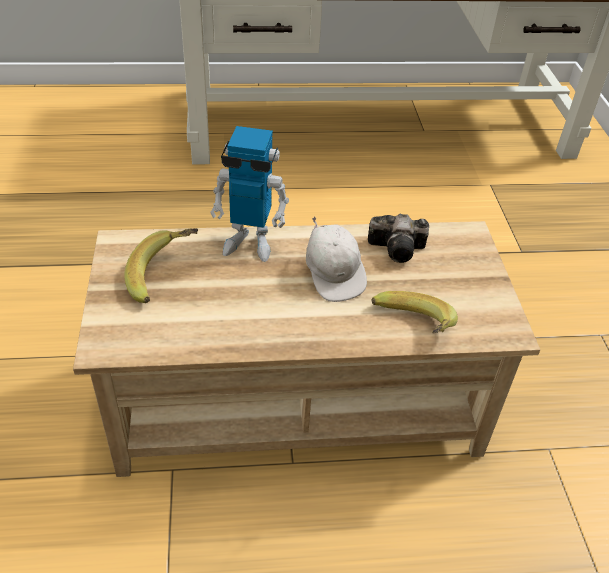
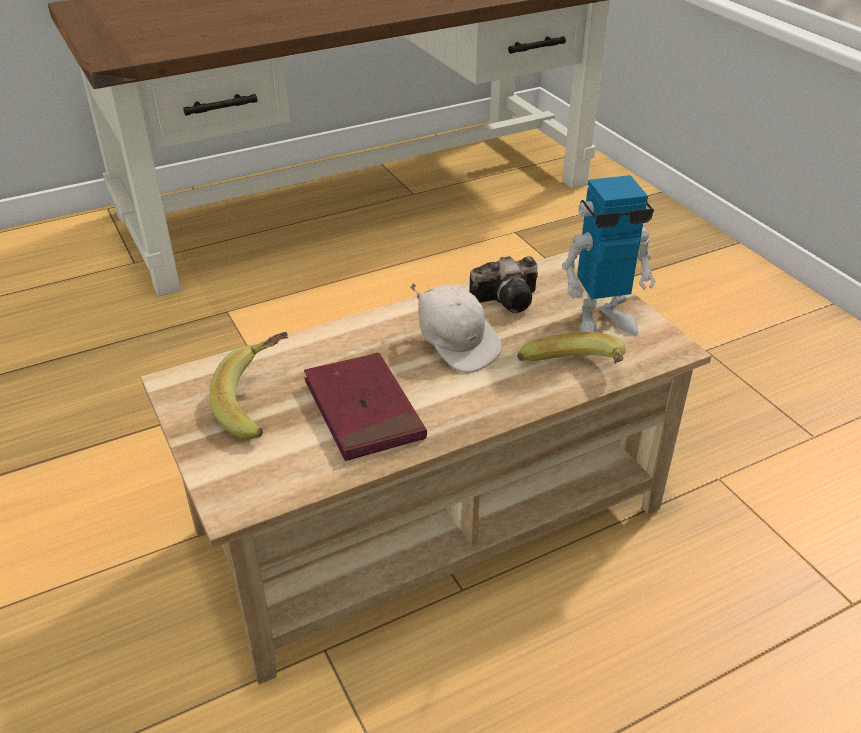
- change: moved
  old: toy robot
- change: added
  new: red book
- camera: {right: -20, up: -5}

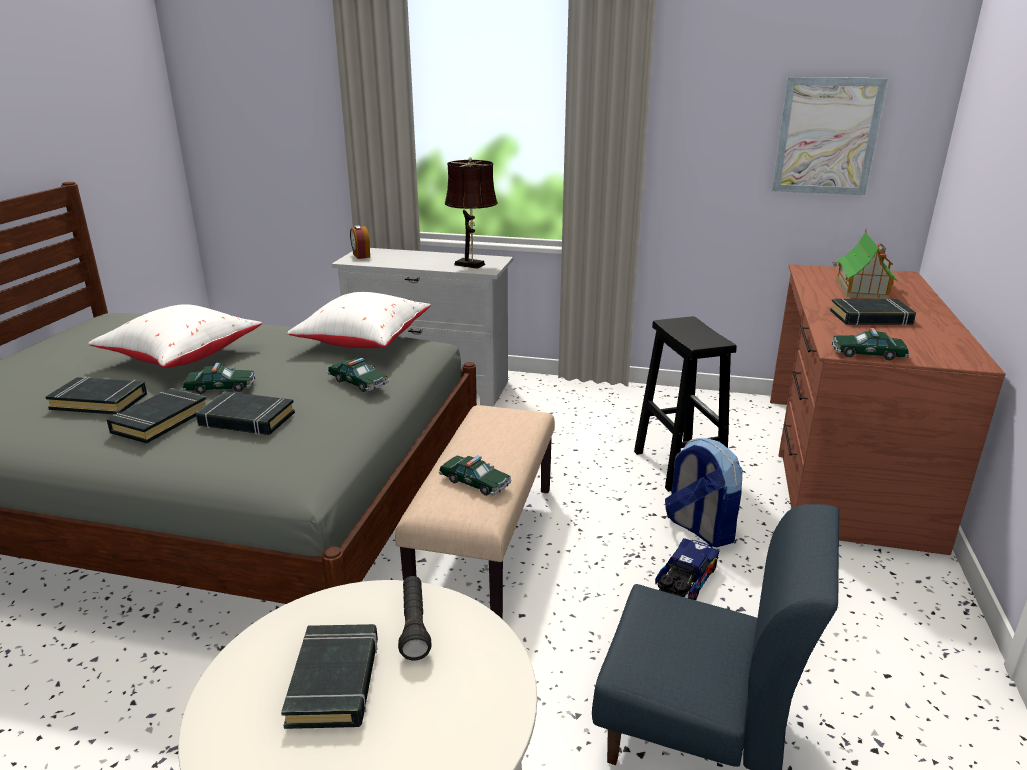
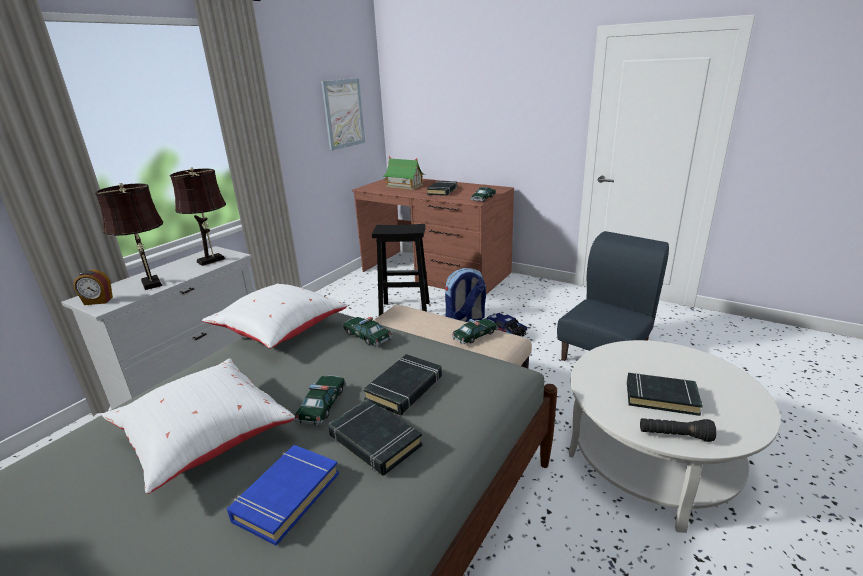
- change: recoloured
  old: black book (1st from left)
  new: blue book
- change: turned
  old: toy car (2nd from left)
  degrees: -105
- change: moved
  old: black flashlight
- change: added
  new: brown table lamp (1st from left)
- camera: {right: -70, up: 0}

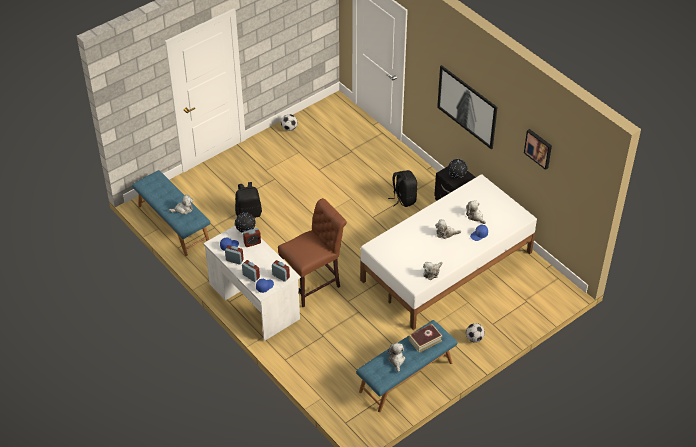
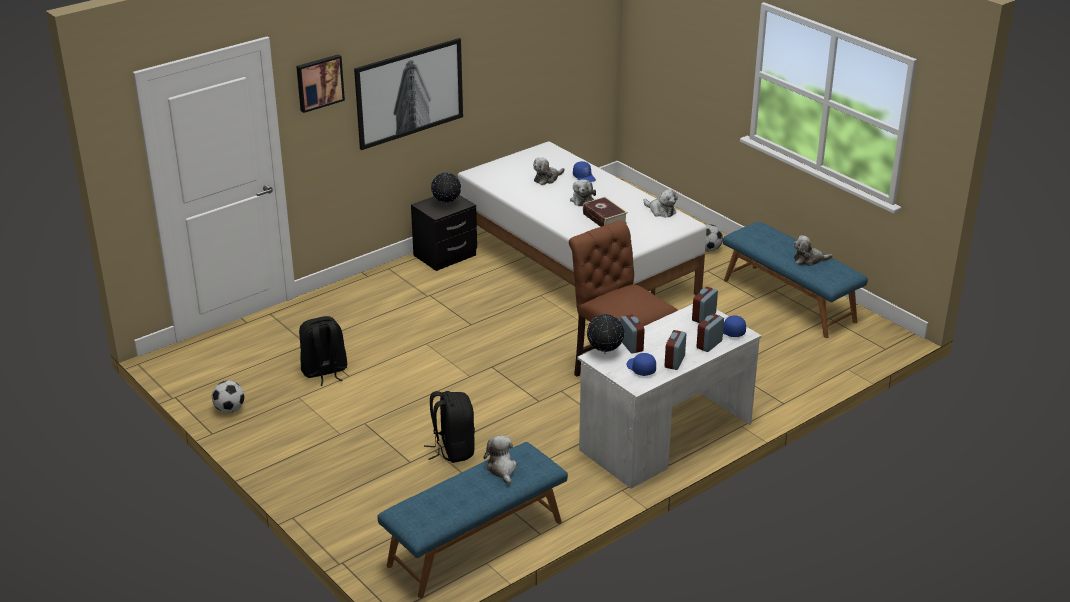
- change: moved
  old: black backpack (2nd from left in the first image)
  new: black backpack (1st from left)
- change: moved
  old: book
- change: moved
  old: picture (2nd from left in the first image)
  new: picture (1st from left)
- camera: {right: -90, up: -15}

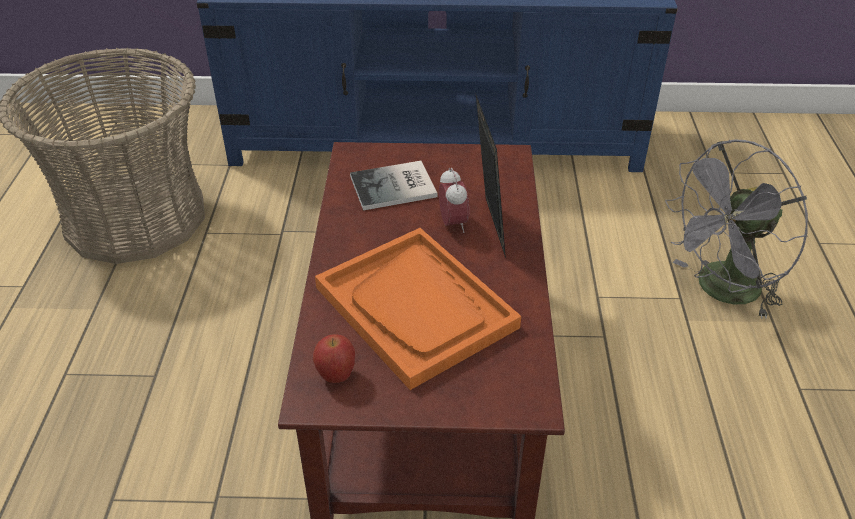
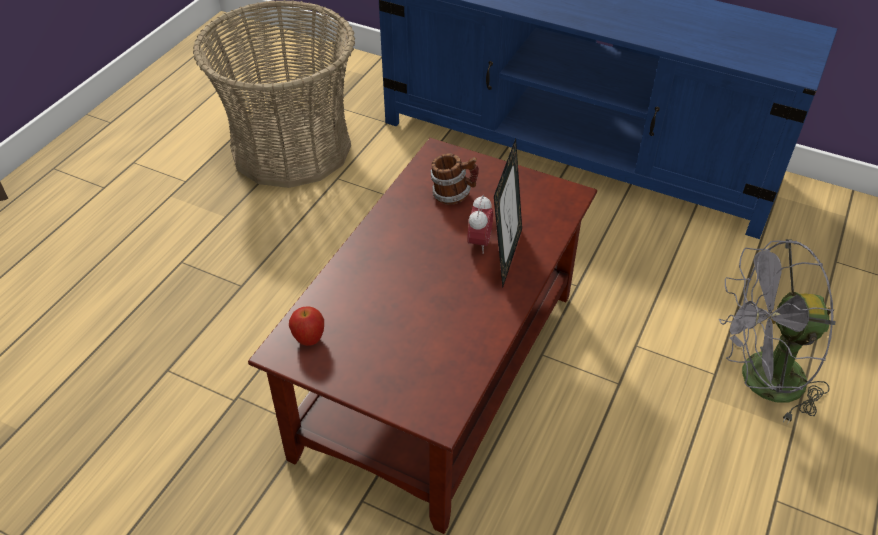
- change: removed
  old: orange tray
- change: replaced
  old: book
  new: mug
- camera: {right: 25, up: 5}

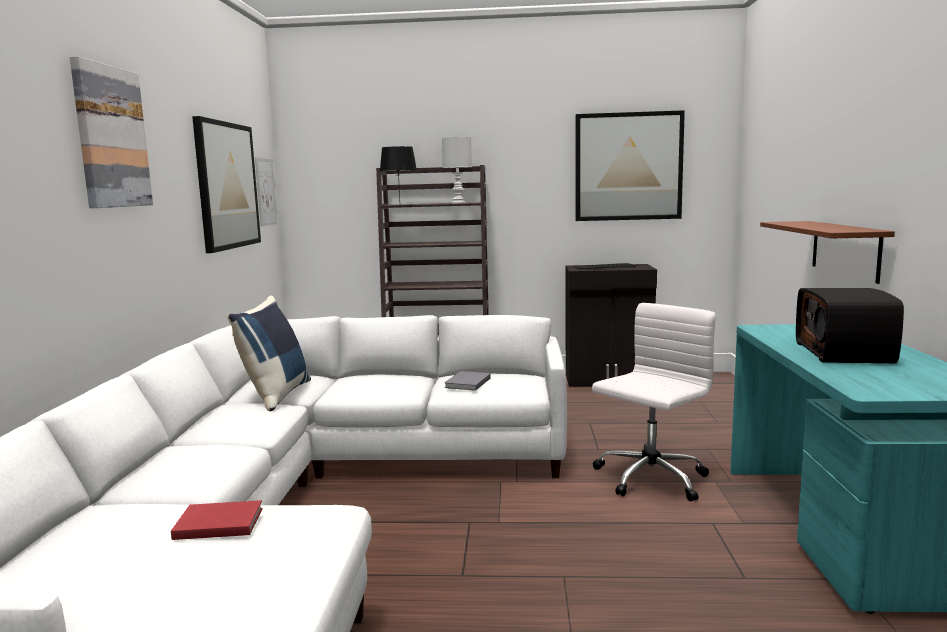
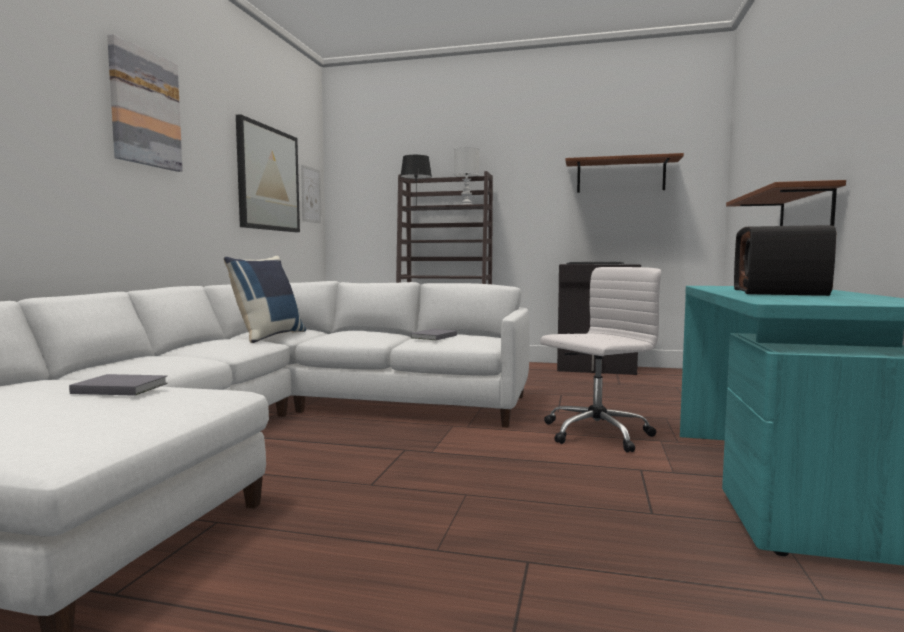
- change: recoloured
  old: red book
  new: grey book (1st from left)
- change: replaced
  old: picture (4th from left)
  new: brown shelf (1st from left)
- camera: {right: 10, up: -5}

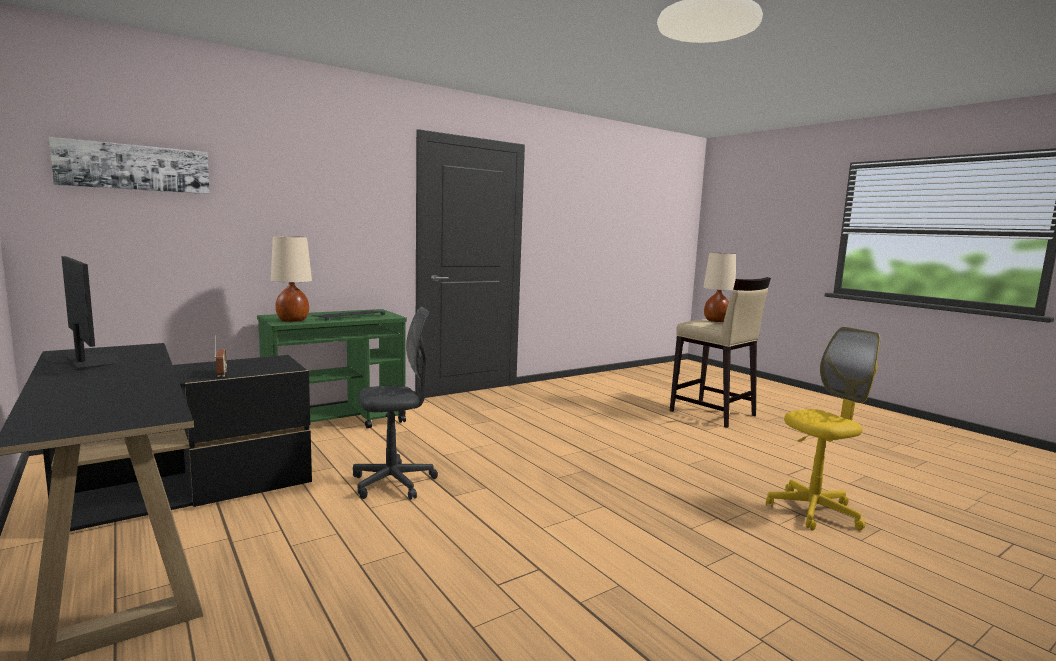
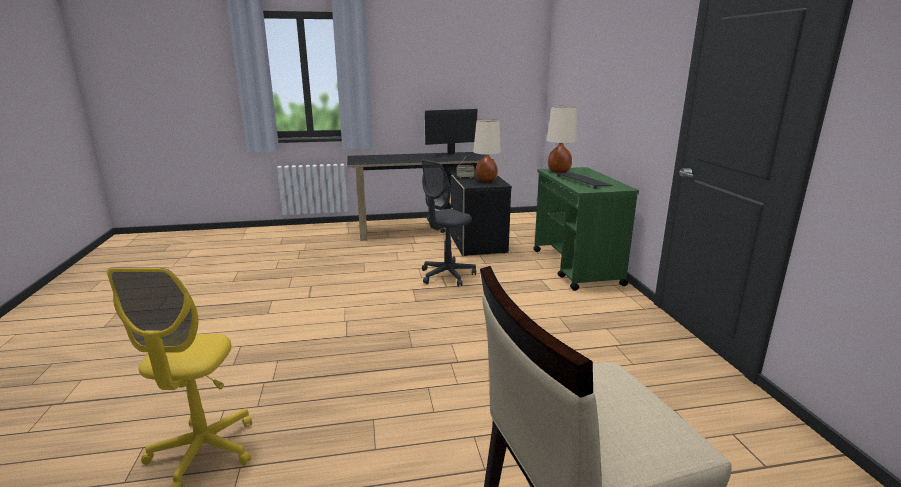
- change: removed
  old: picture
- change: turned
  old: grey office chair
  degrees: 45
- change: moved
  old: beige table lamp (2nd from left in the first image)
  new: beige table lamp (1st from left)
- camera: {right: 115, up: 10}

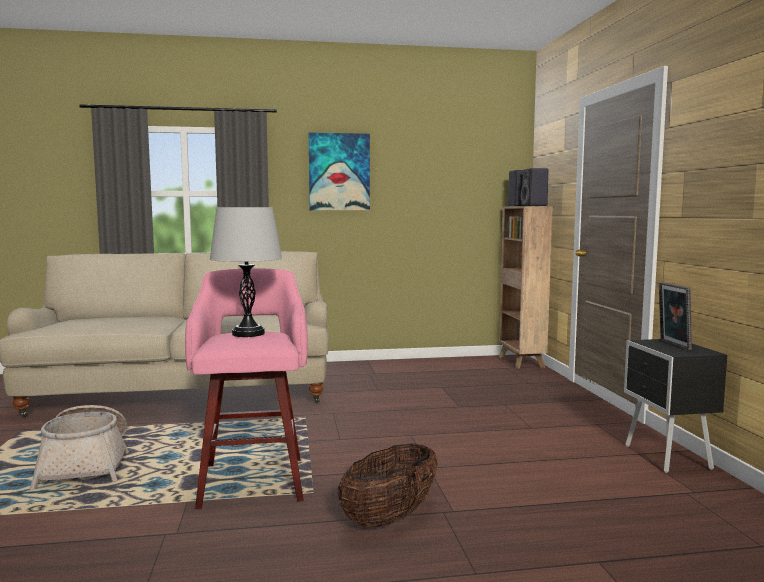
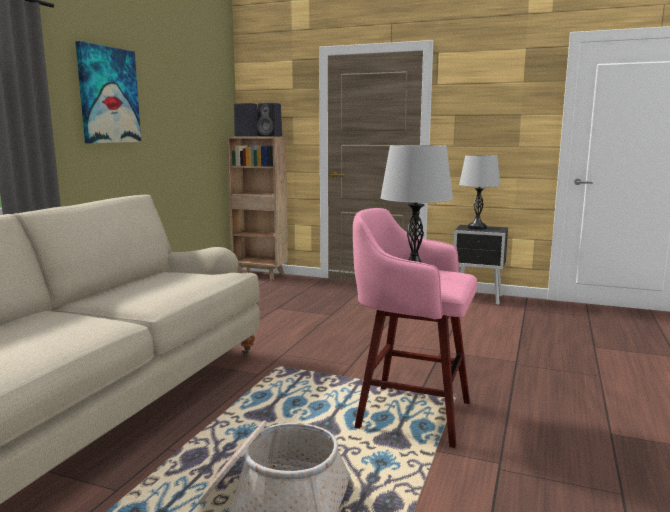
- change: removed
  old: basket (2nd from left)
- change: replaced
  old: picture frame
  new: grey table lamp (2nd from left)
- camera: {right: -60, up: 5}

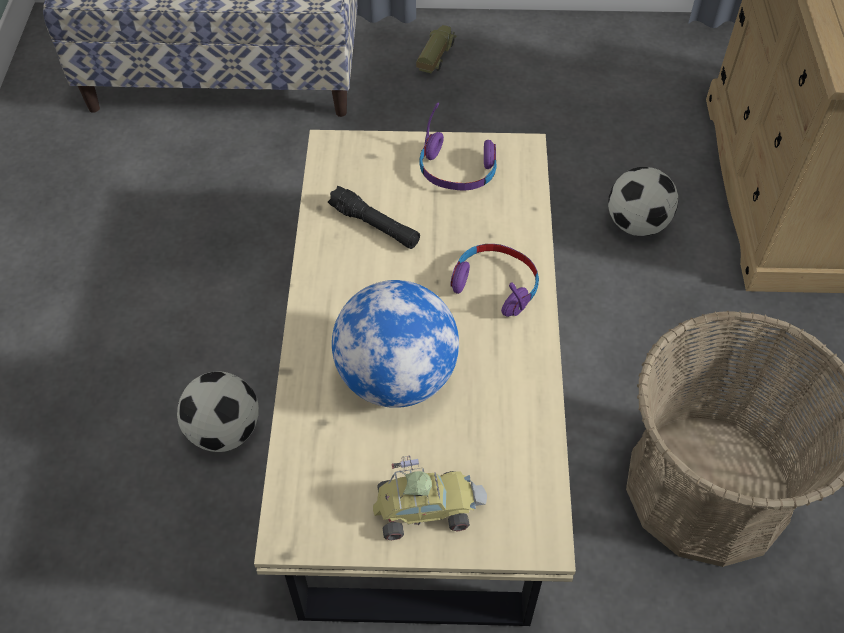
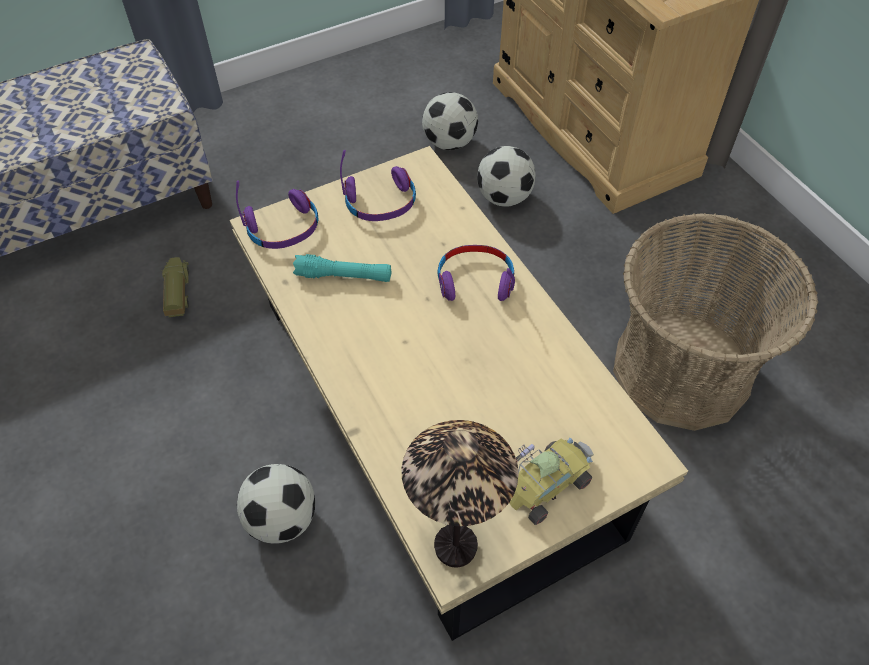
- change: recoloured
  old: black flashlight
  new: turquoise flashlight
- change: removed
  old: globe
- change: moved
  old: toy truck
- change: added
  new: purple headphones (1st from left)
- change: added
  new: table lamp
- change: added
  new: football (2nd from left)
- camera: {right: -30, up: 0}

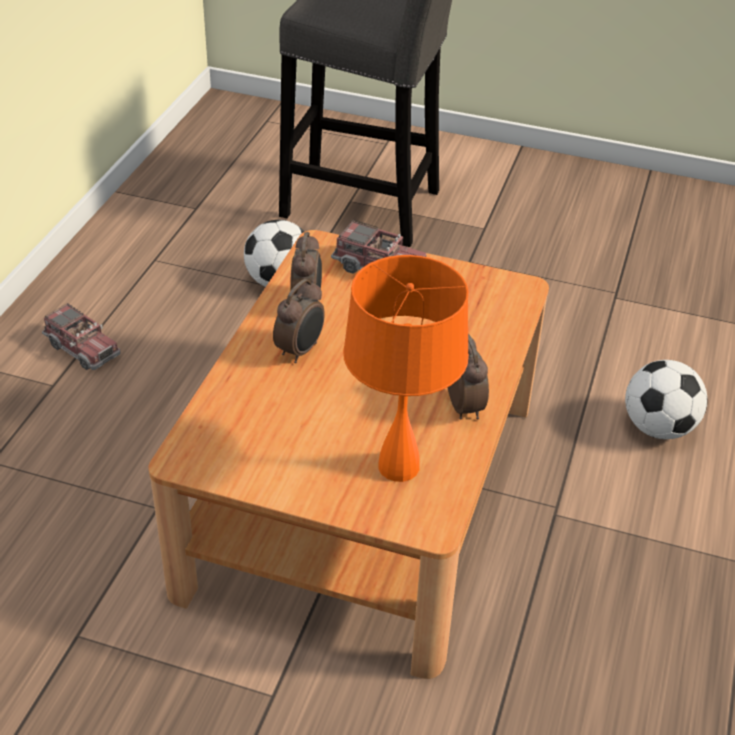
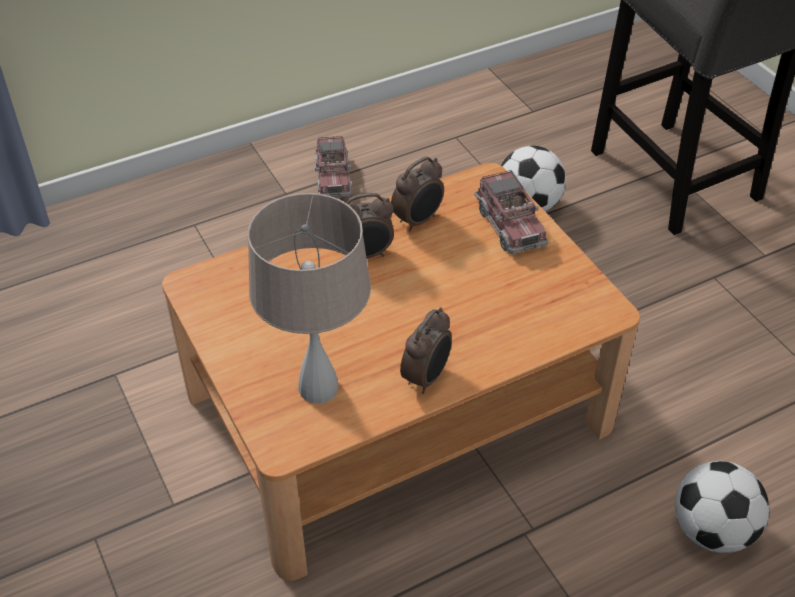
- change: recoloured
  old: orange table lamp
  new: beige table lamp
- camera: {right: 45, up: 5}

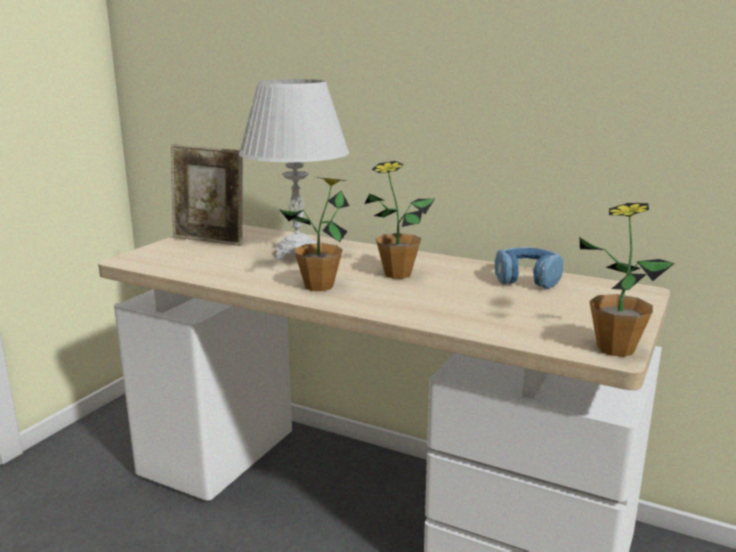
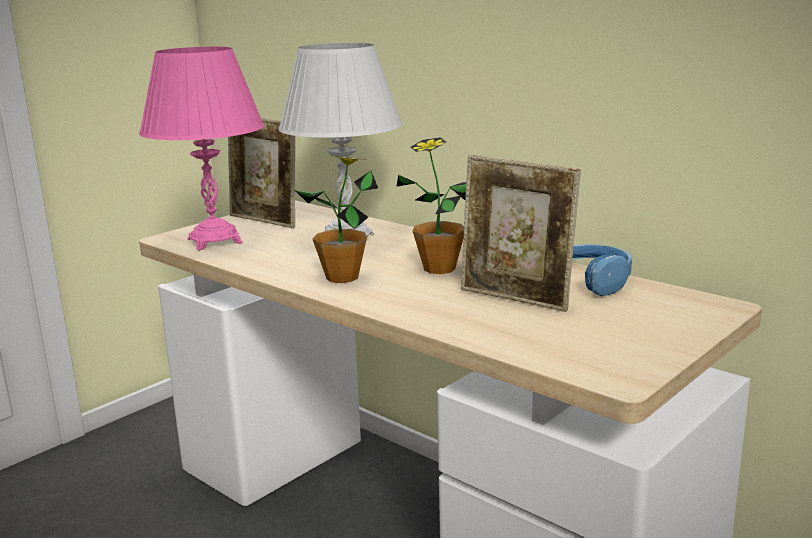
- change: removed
  old: potted plant (3rd from left)
- change: added
  new: pink table lamp
- change: added
  new: picture frame (2nd from left)
- camera: {right: 15, up: 0}

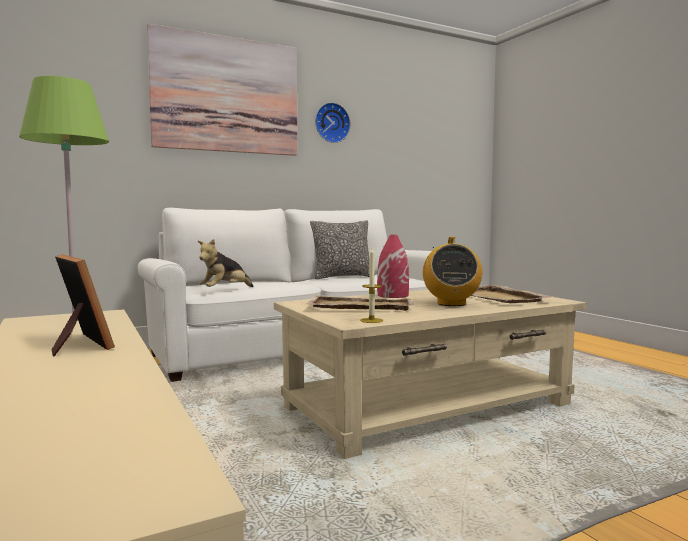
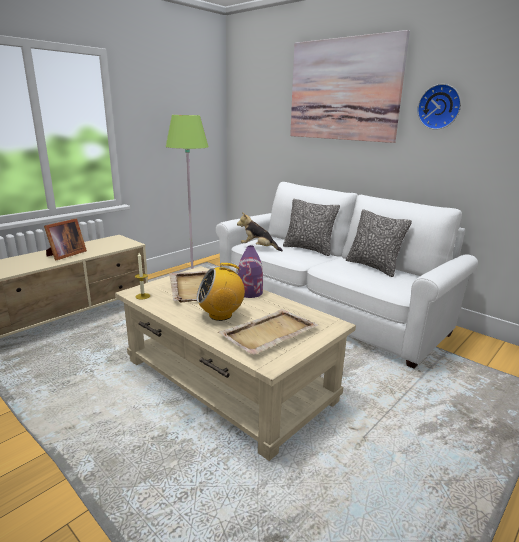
- change: recoloured
  old: red vase
  new: purple vase
- change: added
  new: pillow (1st from left)
- camera: {right: 70, up: 15}

